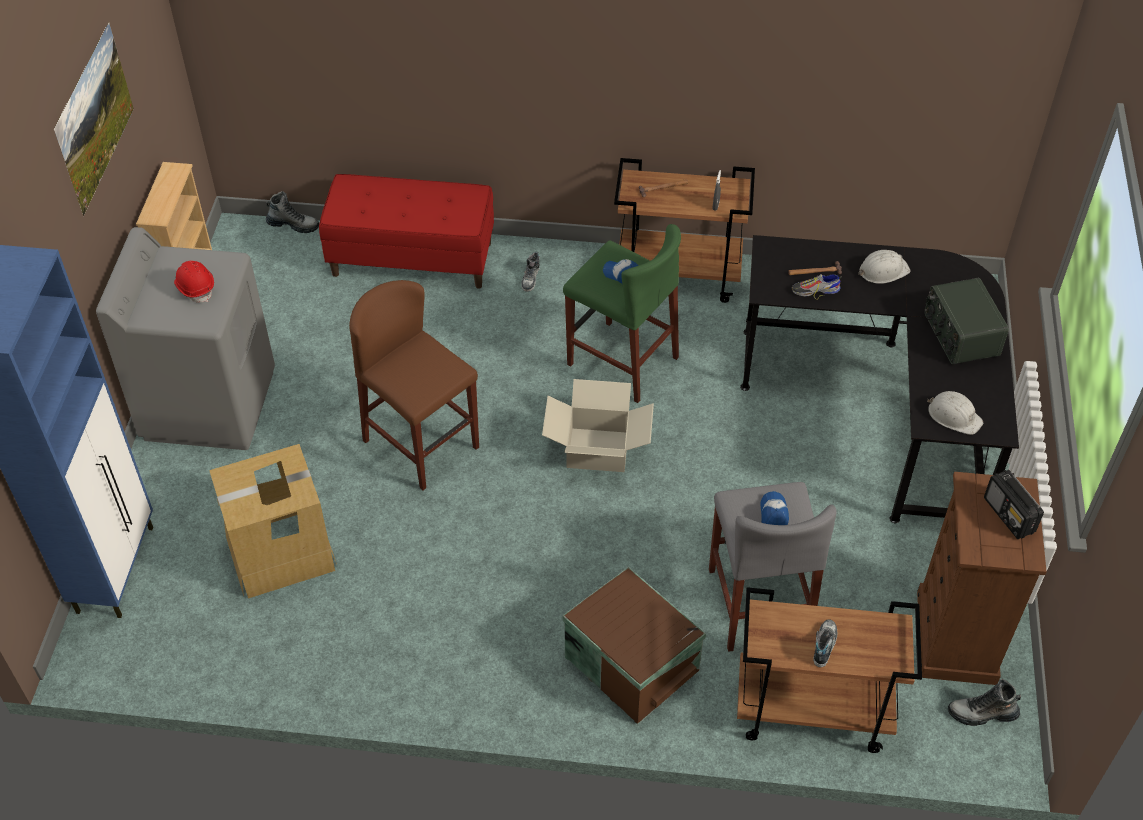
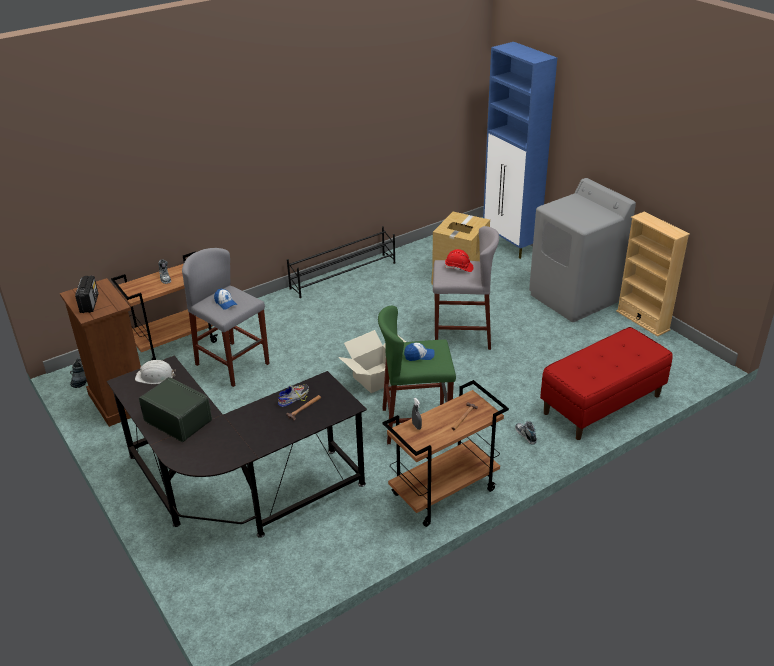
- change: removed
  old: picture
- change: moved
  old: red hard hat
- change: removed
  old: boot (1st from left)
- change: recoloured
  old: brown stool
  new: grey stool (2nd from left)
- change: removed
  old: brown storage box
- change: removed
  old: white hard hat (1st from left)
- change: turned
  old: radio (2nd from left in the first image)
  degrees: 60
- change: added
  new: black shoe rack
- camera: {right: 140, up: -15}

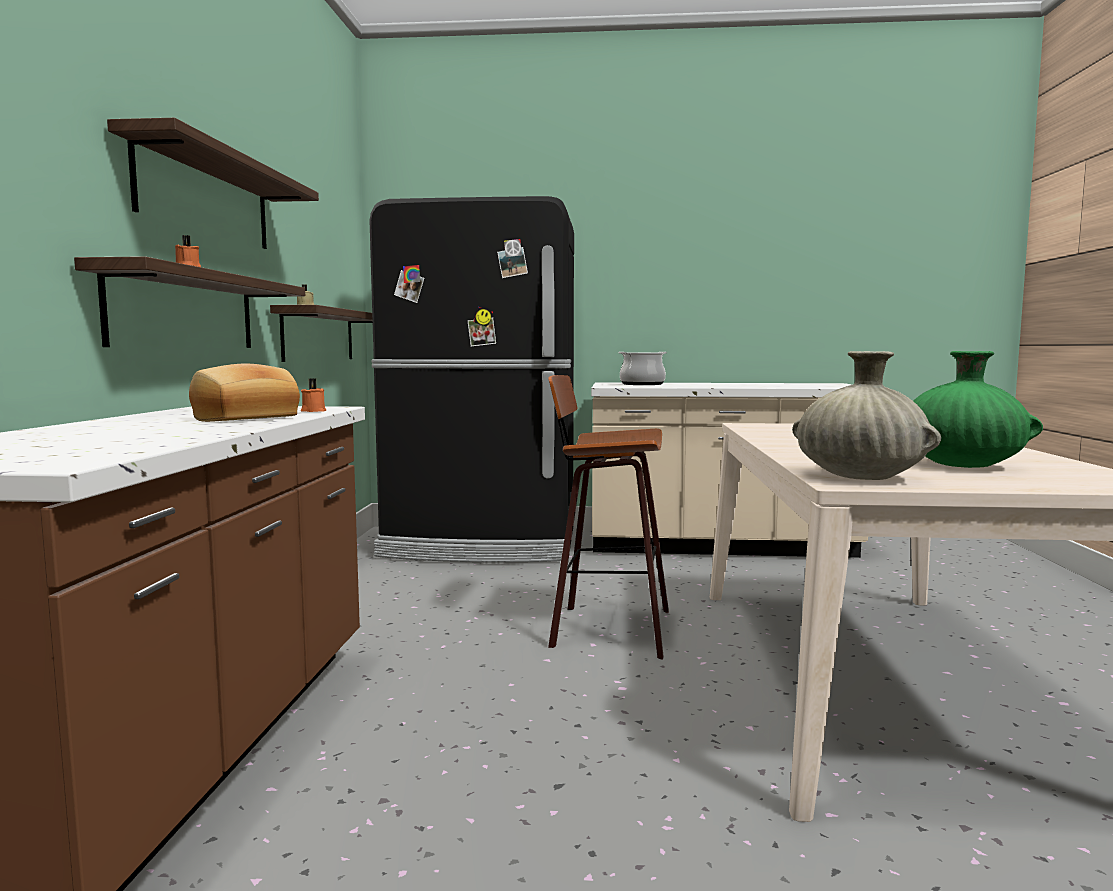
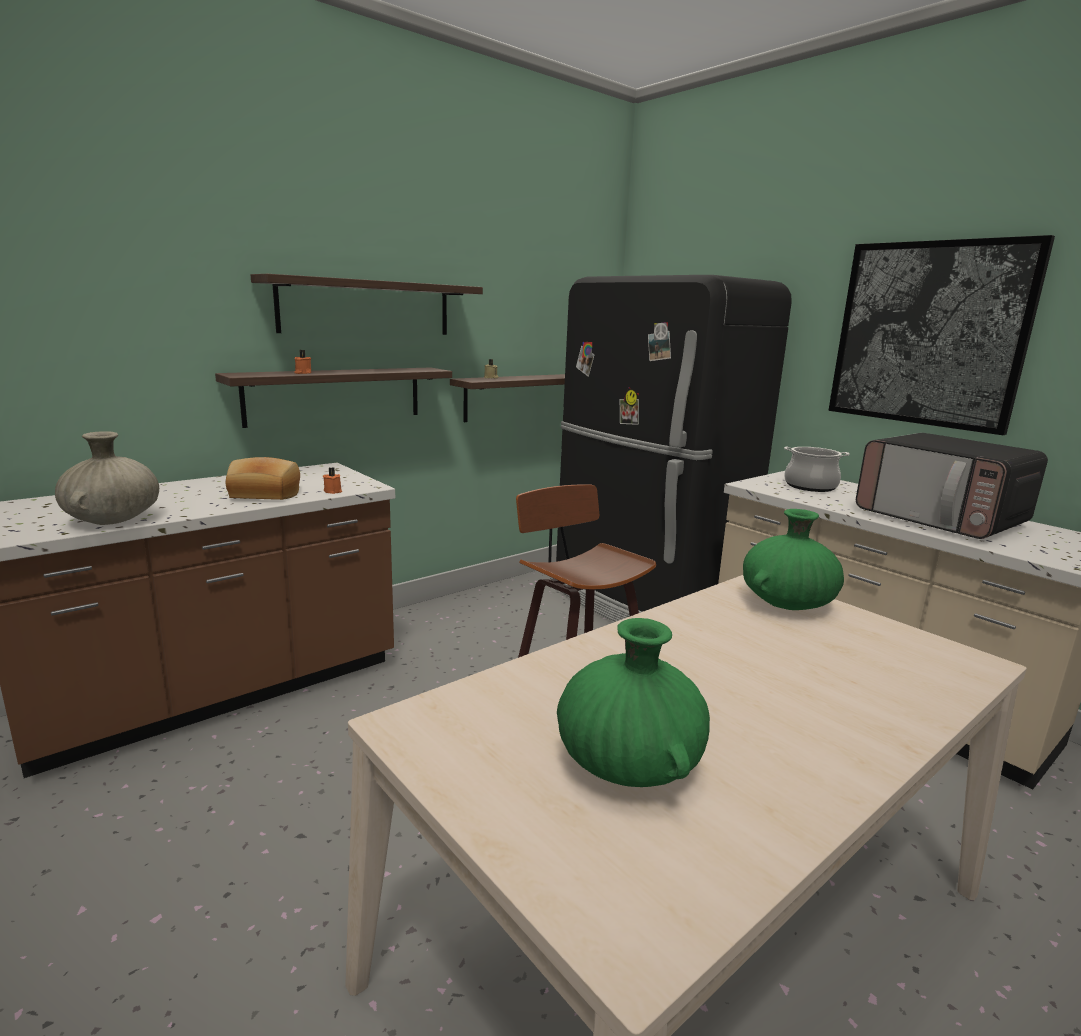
- change: moved
  old: beige vase
- change: added
  new: green vase (2nd from left)
- change: added
  new: picture
- change: added
  new: microwave
- camera: {right: 45, up: 10}

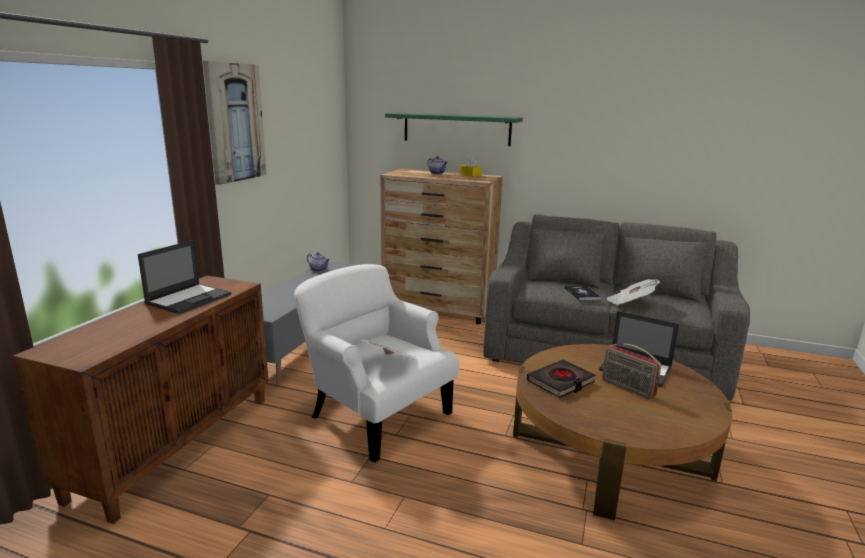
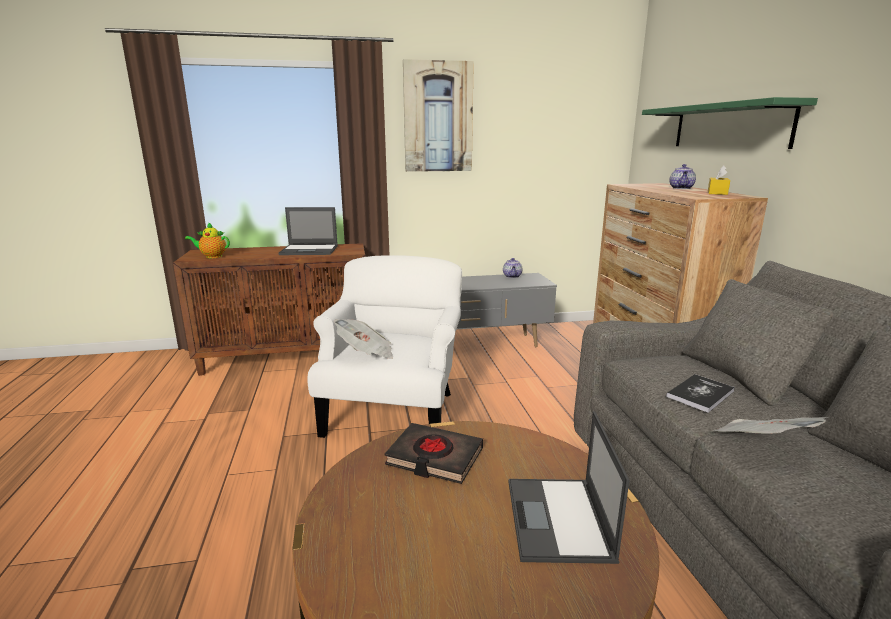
- change: removed
  old: radio
- change: added
  new: teapot (1st from left)
- camera: {right: 60, up: 0}

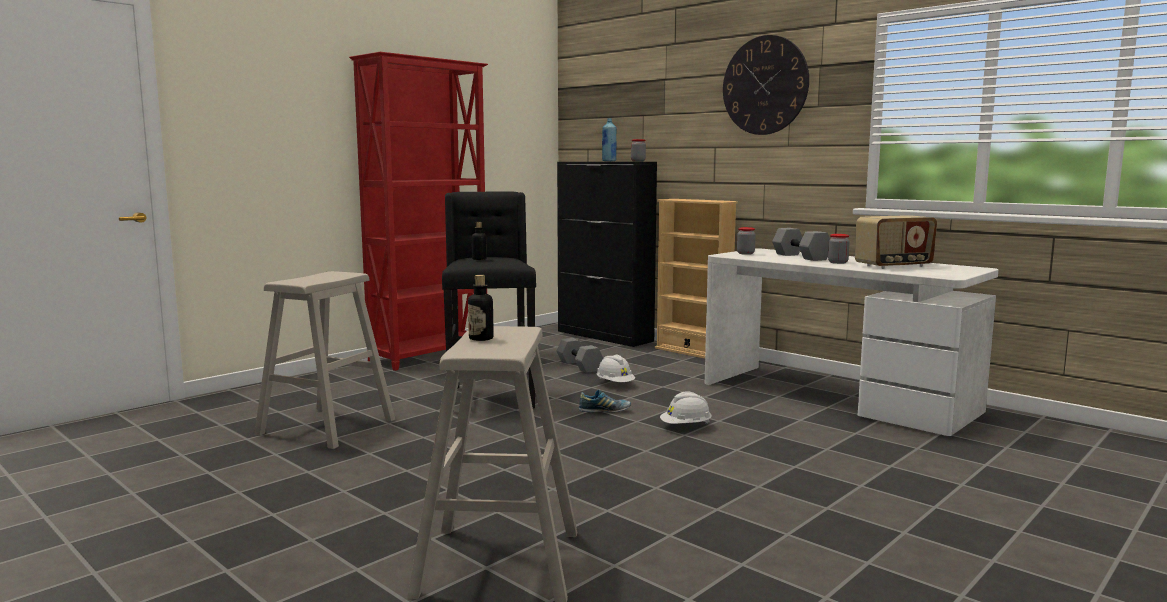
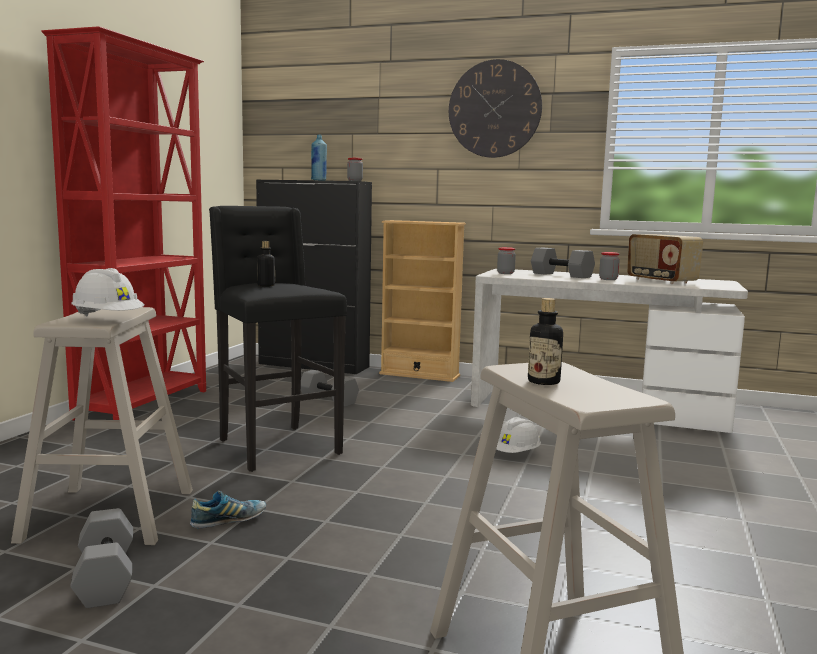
- change: moved
  old: shoe
- change: moved
  old: white hard hat (1st from left)
- change: turned
  old: radio
  degrees: 105
- change: added
  new: grey dumbbell (1st from left)
- camera: {right: -25, up: 0}

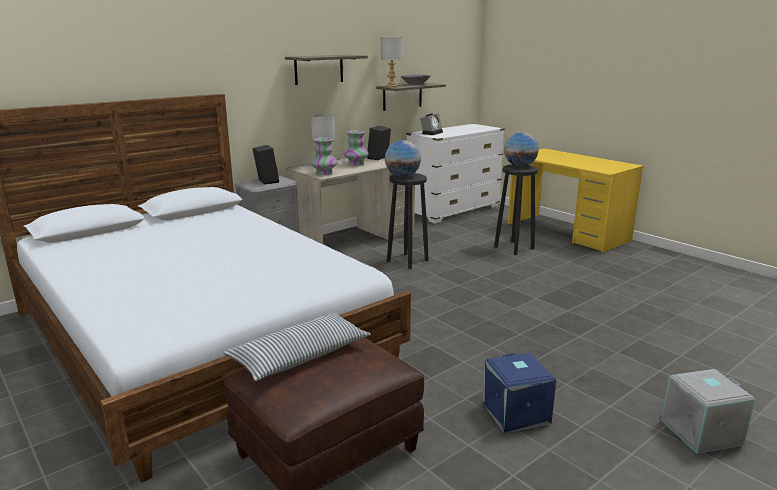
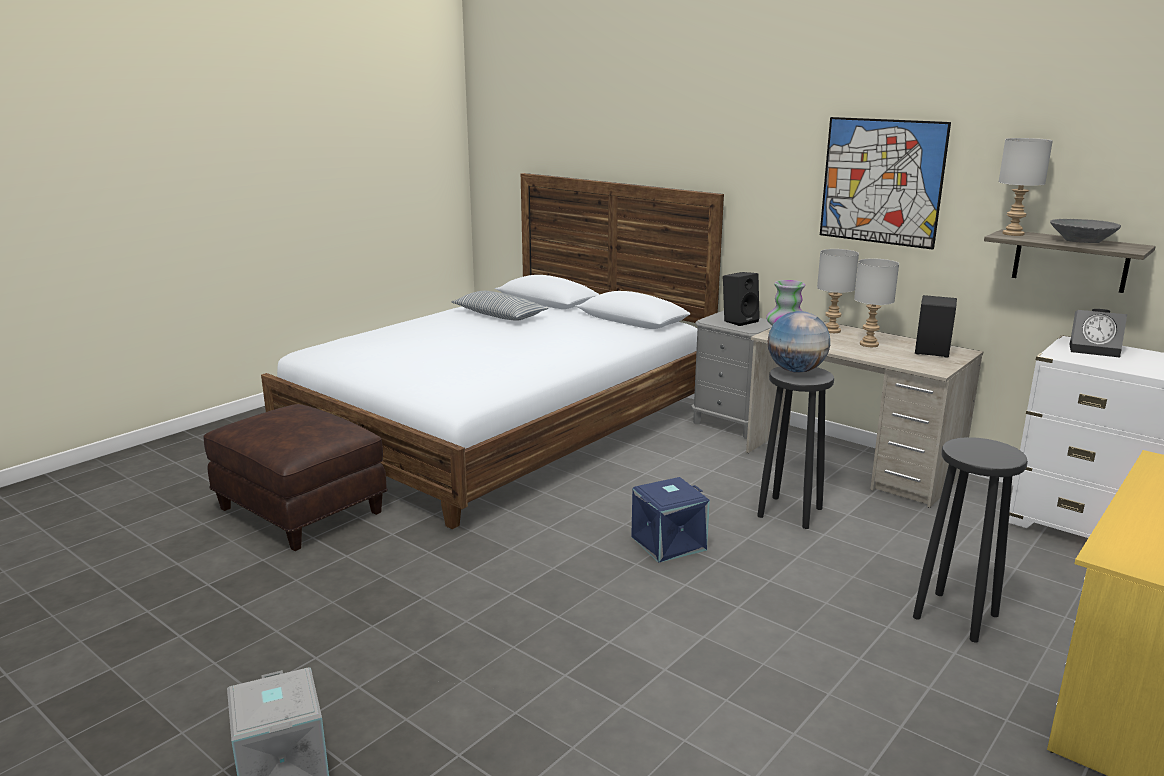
- change: moved
  old: pillow
- change: replaced
  old: shelf (1st from left)
  new: picture
- change: replaced
  old: vase (2nd from left)
  new: grey table lamp (2nd from left)
- change: moved
  old: blue storage box
- change: removed
  old: globe (2nd from left)
- camera: {right: 80, up: 0}

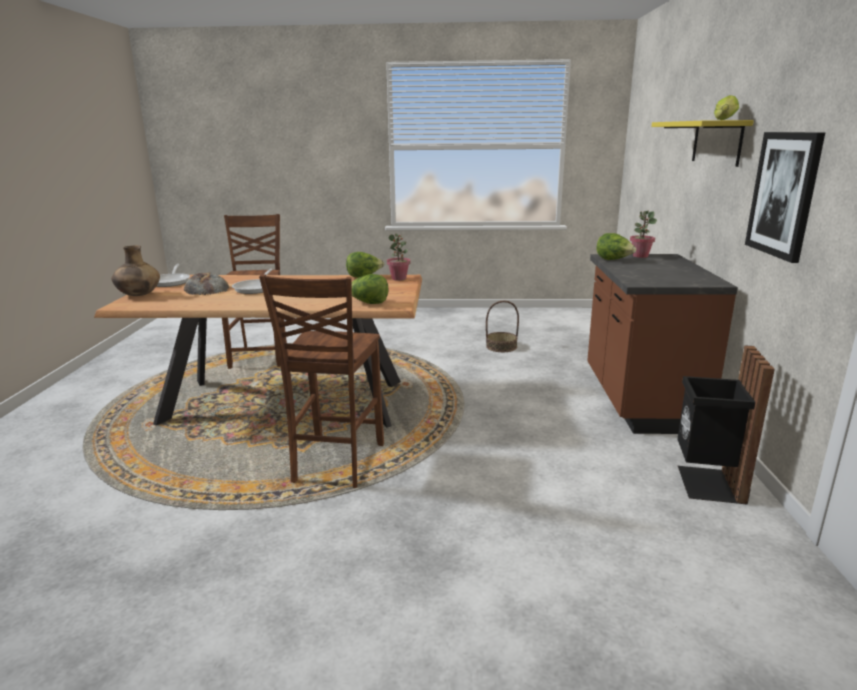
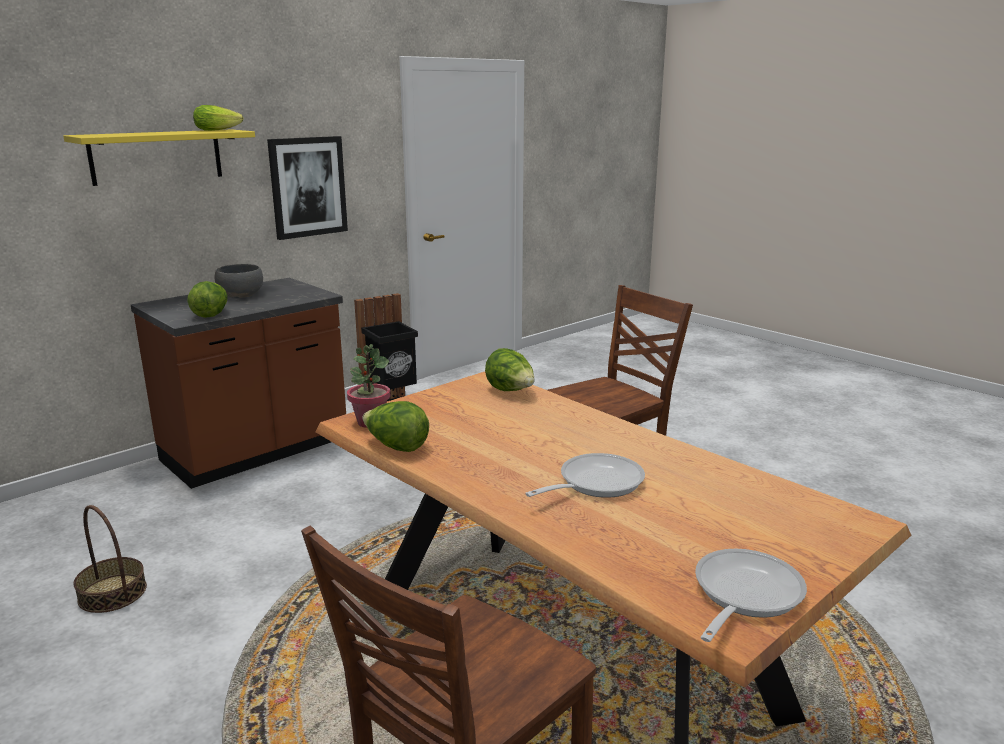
- change: removed
  old: brown vase
- change: removed
  old: bread
- change: removed
  old: potted plant (2nd from left)
- change: added
  new: grey bowl
- camera: {right: -135, up: 0}

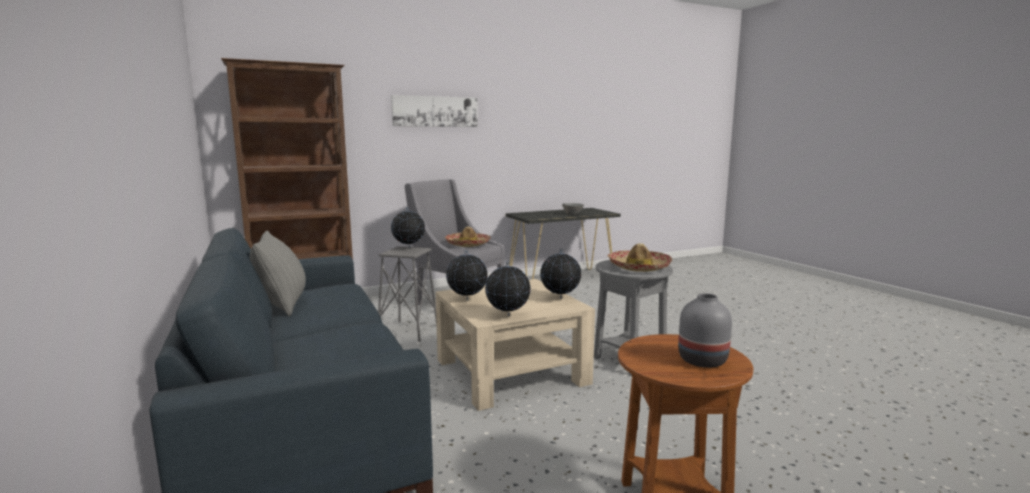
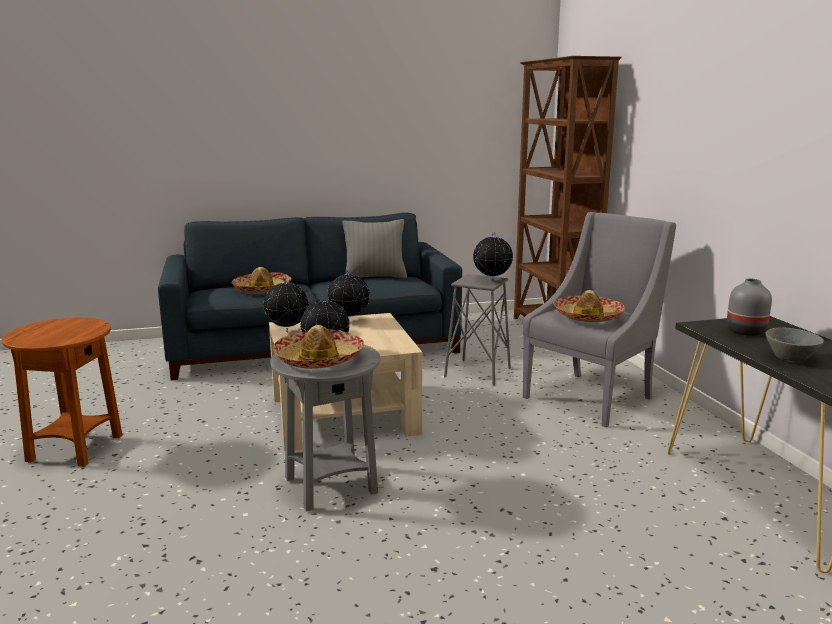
- change: removed
  old: picture
- change: moved
  old: grey vase
- change: added
  new: hat (1st from left)
- camera: {right: 100, up: 5}

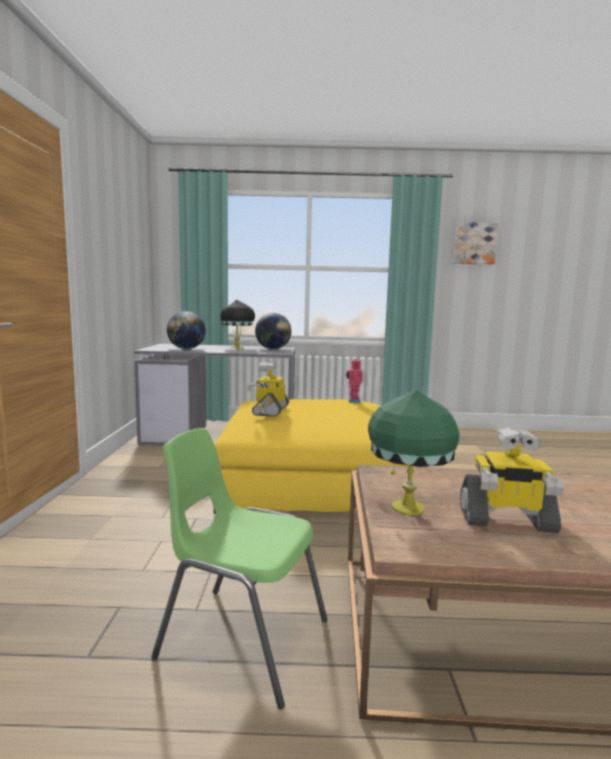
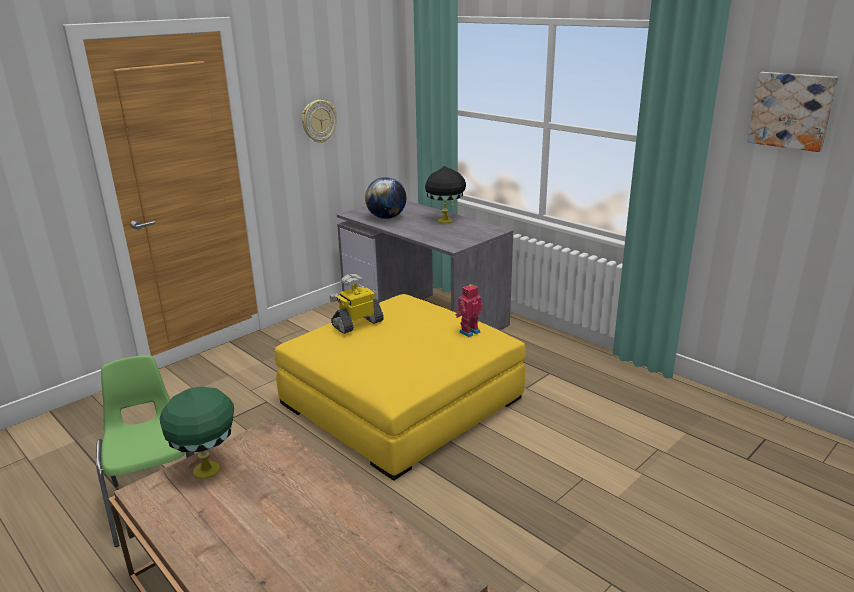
- change: removed
  old: globe (2nd from left)
- change: removed
  old: toy robot (3rd from left)
- change: added
  new: wall clock
- camera: {right: 45, up: 15}

